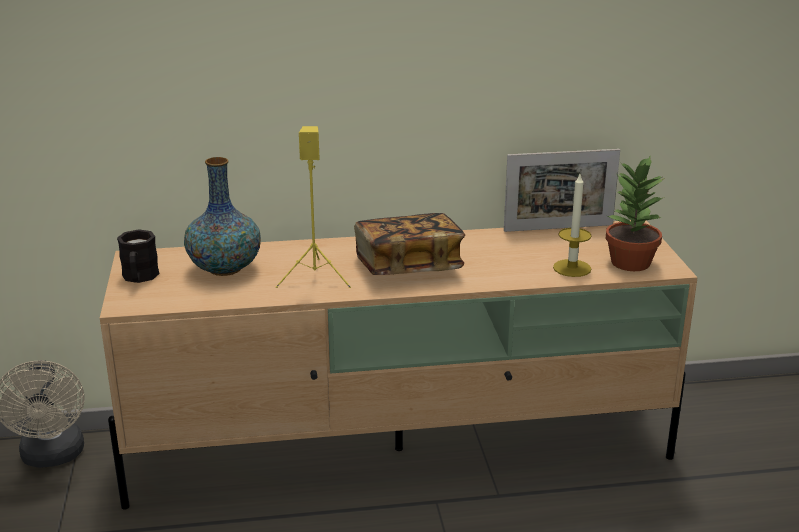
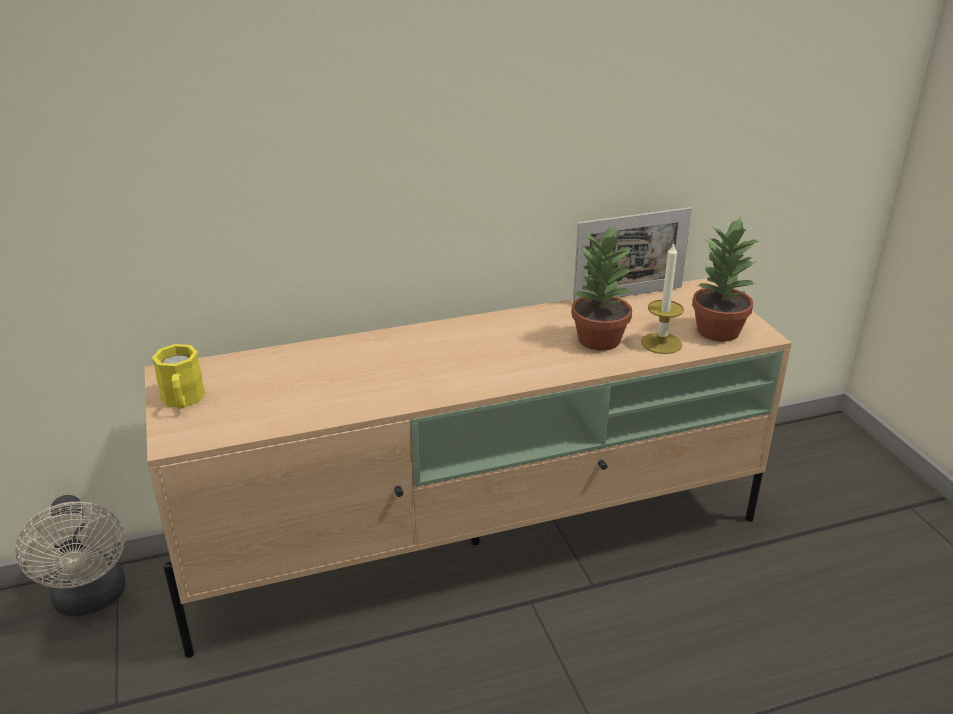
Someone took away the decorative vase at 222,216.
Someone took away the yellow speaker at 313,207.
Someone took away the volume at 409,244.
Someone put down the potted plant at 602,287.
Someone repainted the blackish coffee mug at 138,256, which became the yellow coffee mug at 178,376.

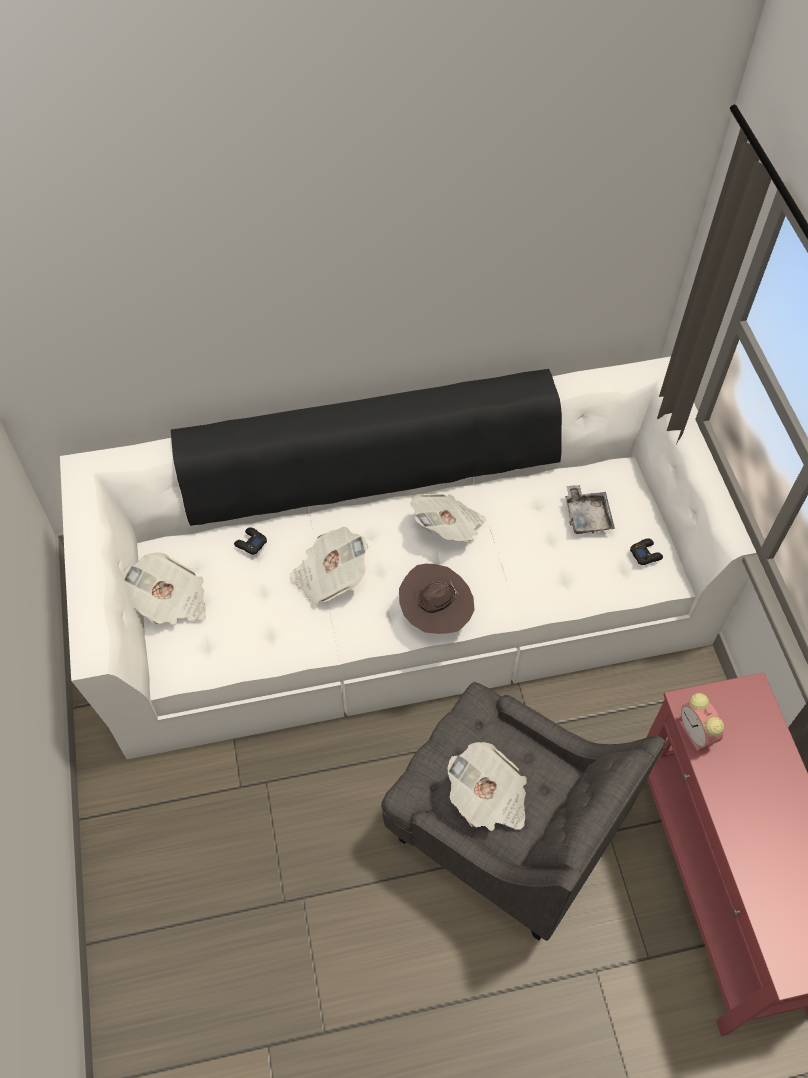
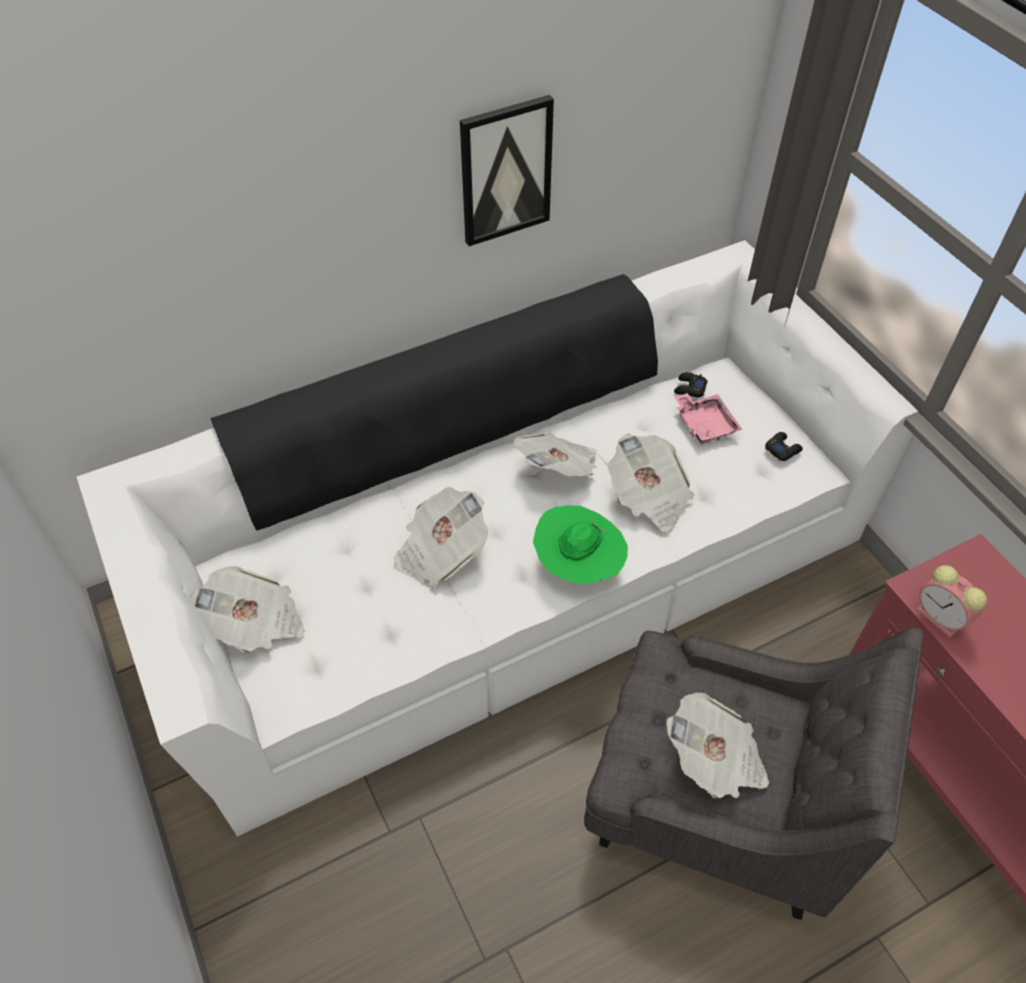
Someone put up the wall art at 507,170.
Someone put down the daily paper at 651,483.
Someone carried the blackish joypad from 250,541 to 691,384.
Someone repainted the brownish wearable hat at 437,599, which became the green wearable hat at 580,544.
Someone repainted the greyish serving tray at 590,509, which became the pink serving tray at 708,419.

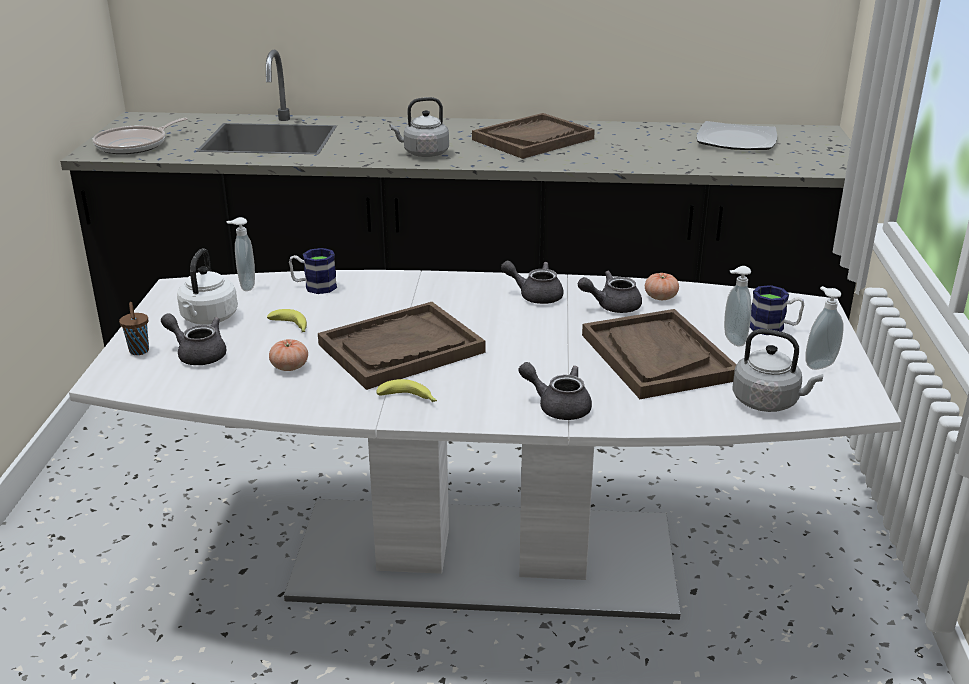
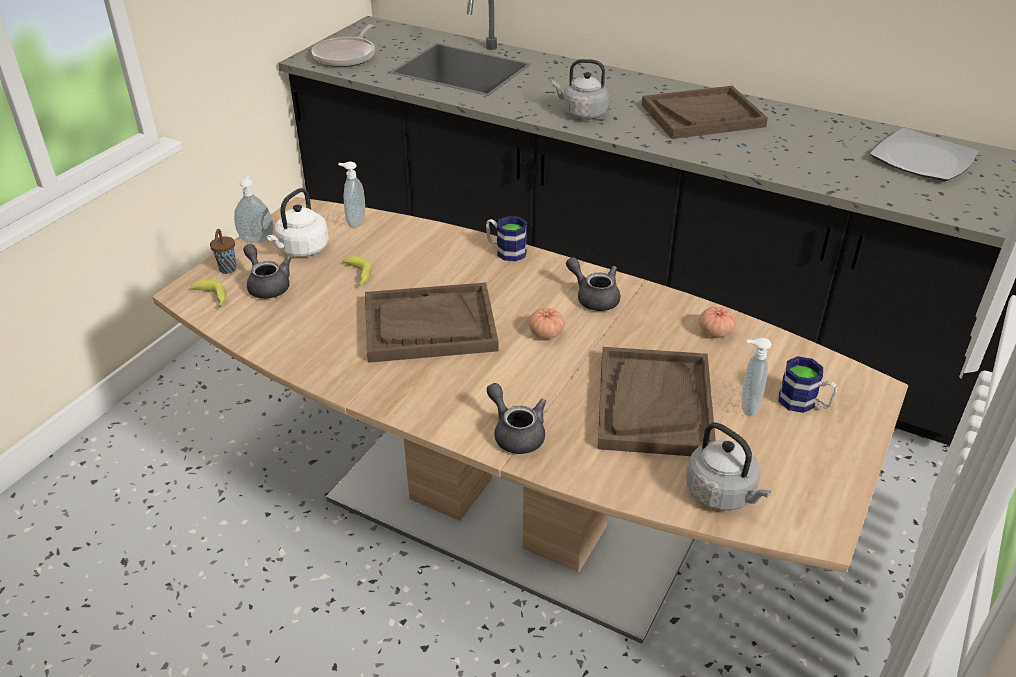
Someone took away the greyish teapot at 610,292.
Someone carried the whole tomato from 288,355 to 547,323.
Someone carried the coffee mug from 313,271 to 506,238.
Someone carried the whole banana from 406,390 to 208,293.
Someone carried the soap dispenser from 824,328 to 254,209.
Someone repainted the whitish dining table at 485,445, which became the brownish dining table at 530,420.
Someone rotated the skillet at 140,136 by 45 degrees counterclockwise.

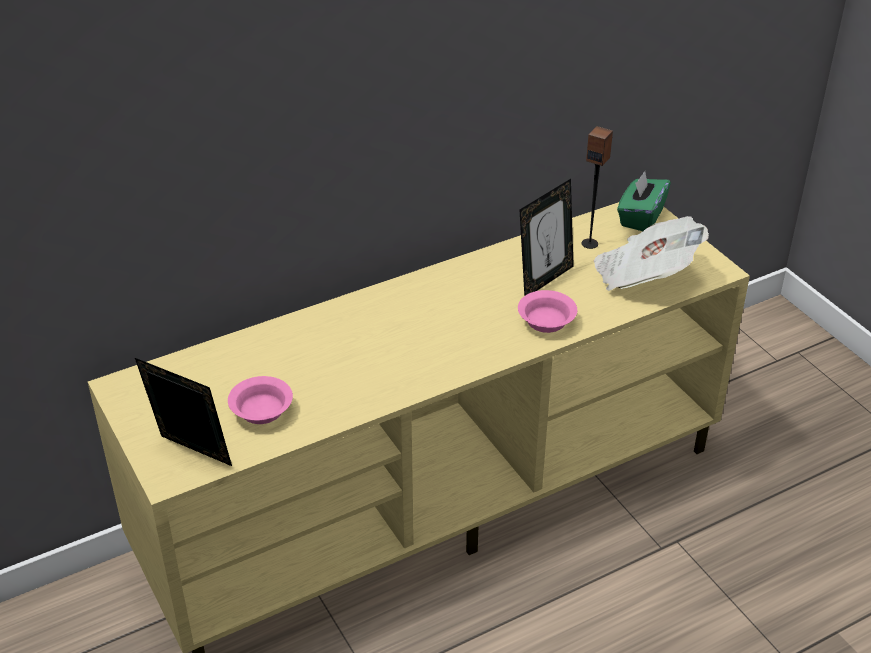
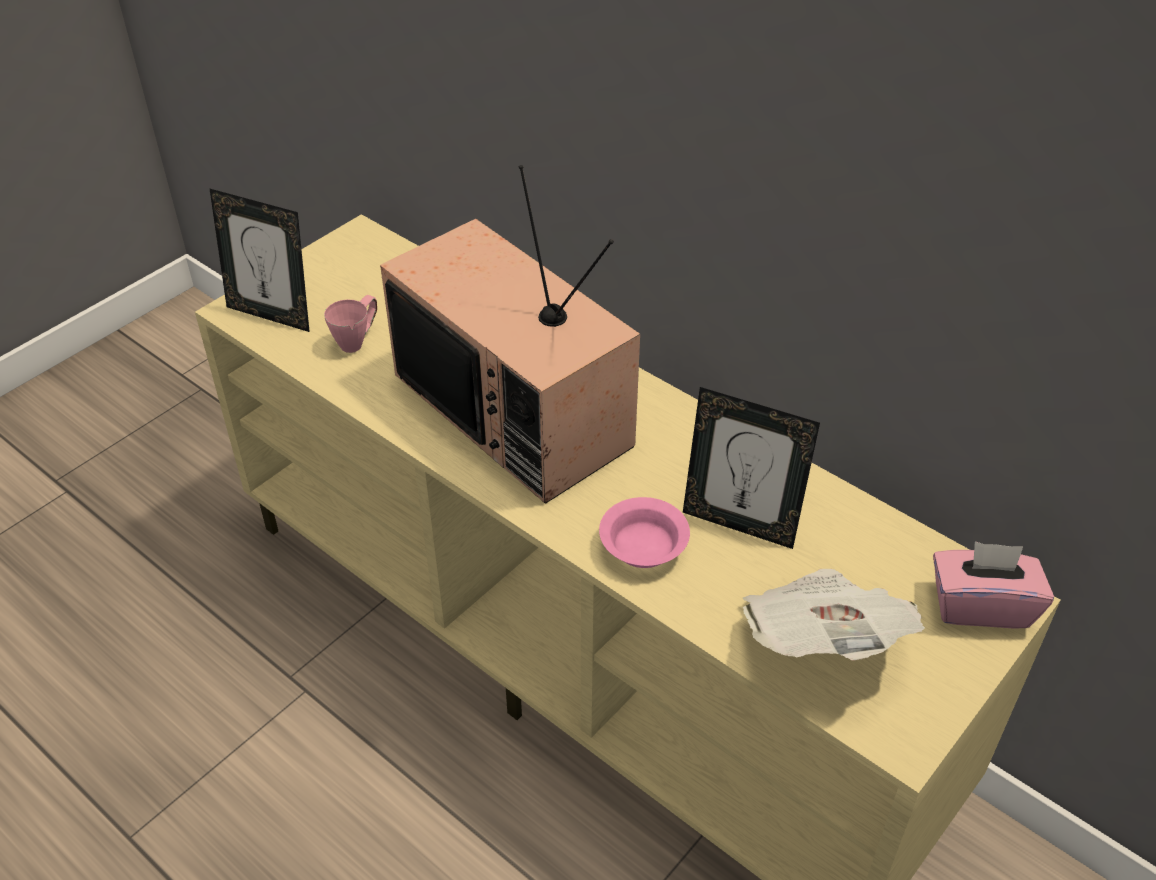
Someone took away the speaker at 597,187.
Someone put down the television at 510,334.
Someone swapped the pink serving bowl at 260,400 for the pink coffee mug at 350,324.
Someone repainted the green tissue box at 644,201, which became the pink tissue box at 993,585.
Someone rotated the picture frame at 183,412 by 105 degrees clockwise.

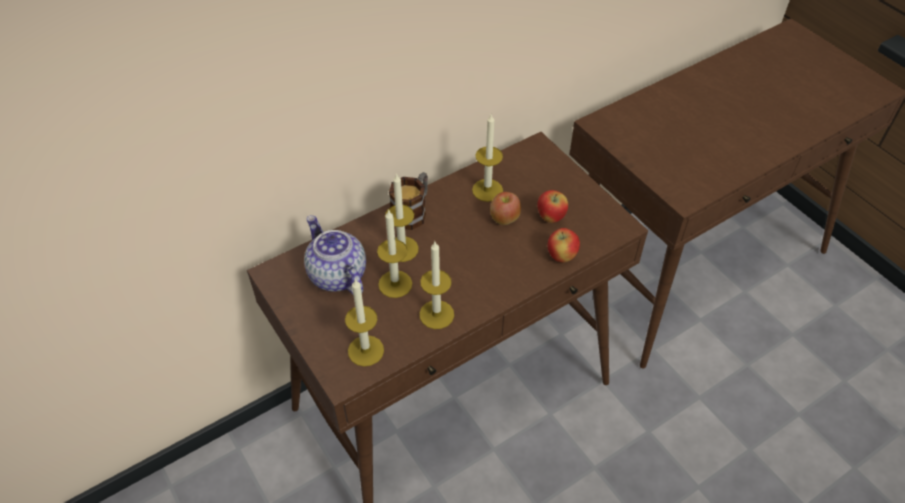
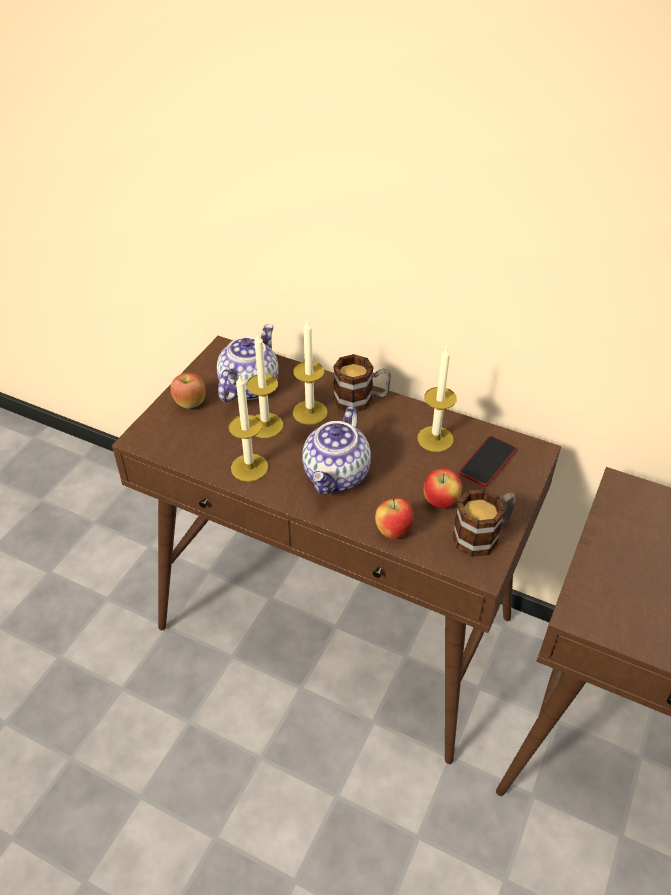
Someone took away the wax light at 364,323.
Someone put down the teapot at 336,450.
Someone put down the coffee mug at 484,523.
Someone put down the phone at 487,461.
Someone carried the whole apple from 505,208 to 188,391.

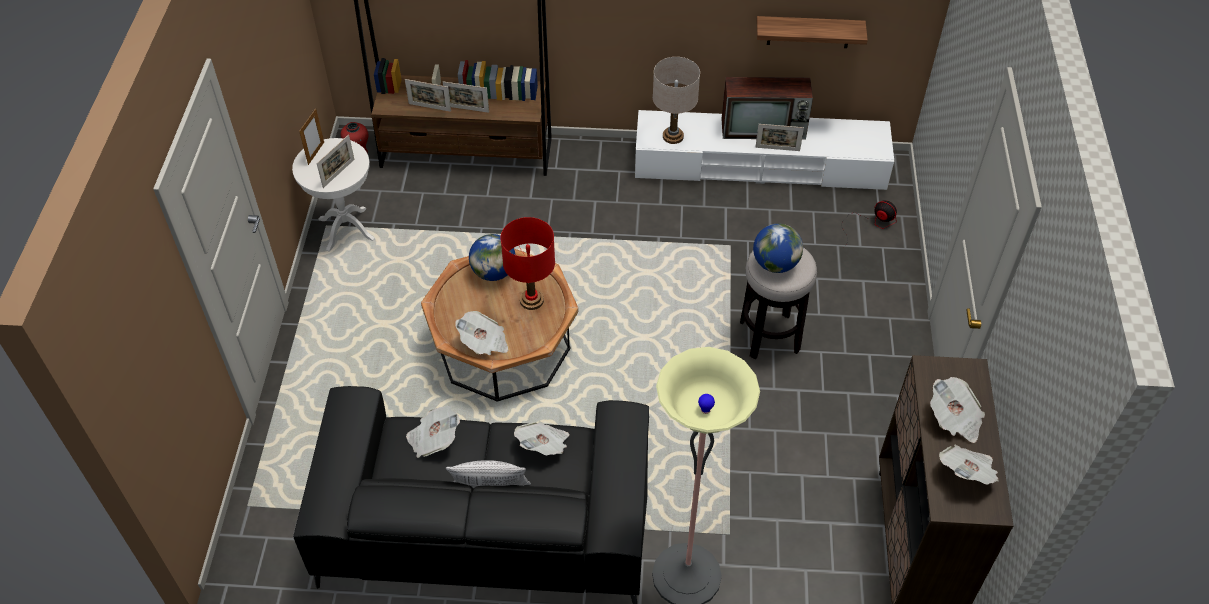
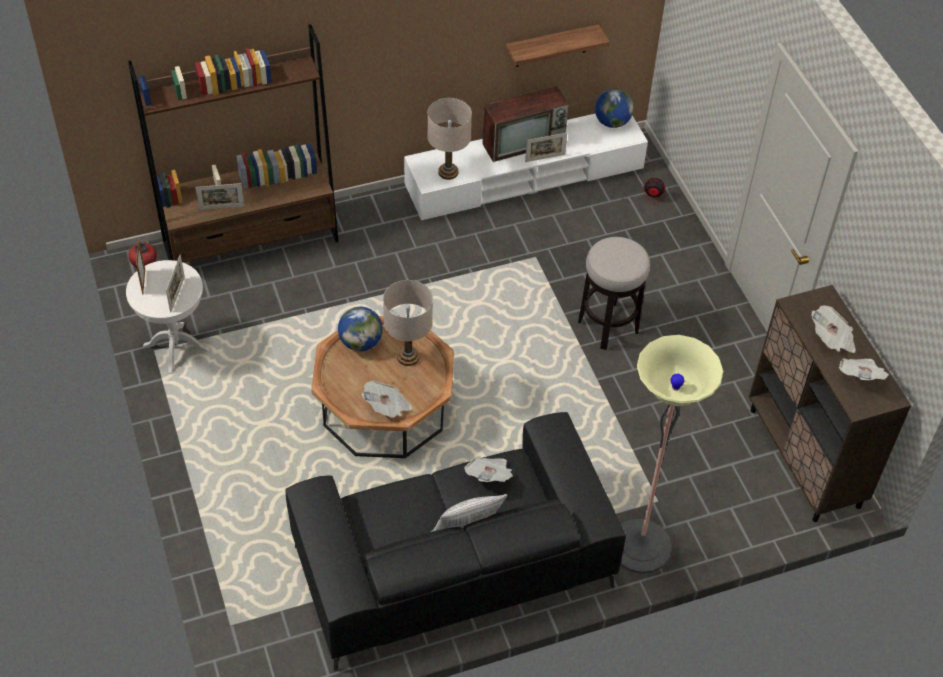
Someone took away the daily paper at 433,432.
Someone took away the picture frame at 466,97.
Someone carried the globe from 778,248 to 614,108.
Someone repainted the red-coloured table lamp at 527,263, which became the beige table lamp at 408,323.

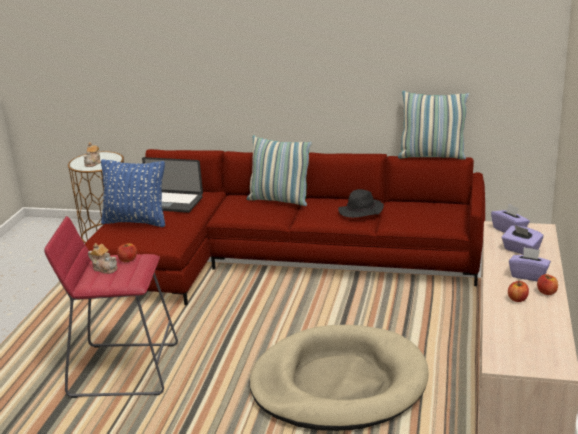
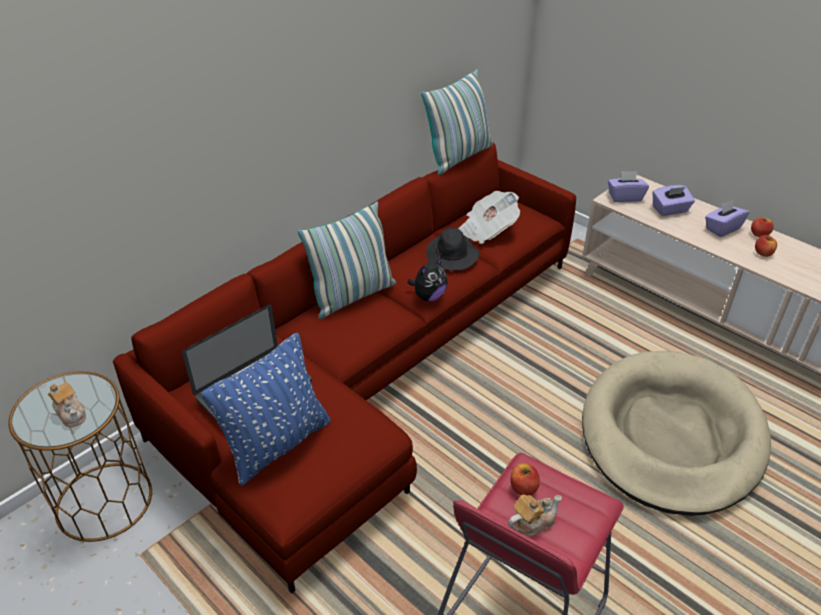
Someone put down the cuddly toy at 427,279.
Someone put down the daily paper at 489,217.

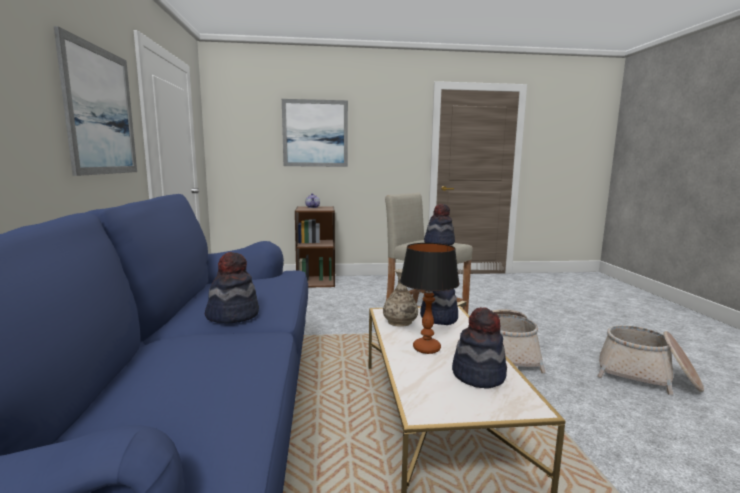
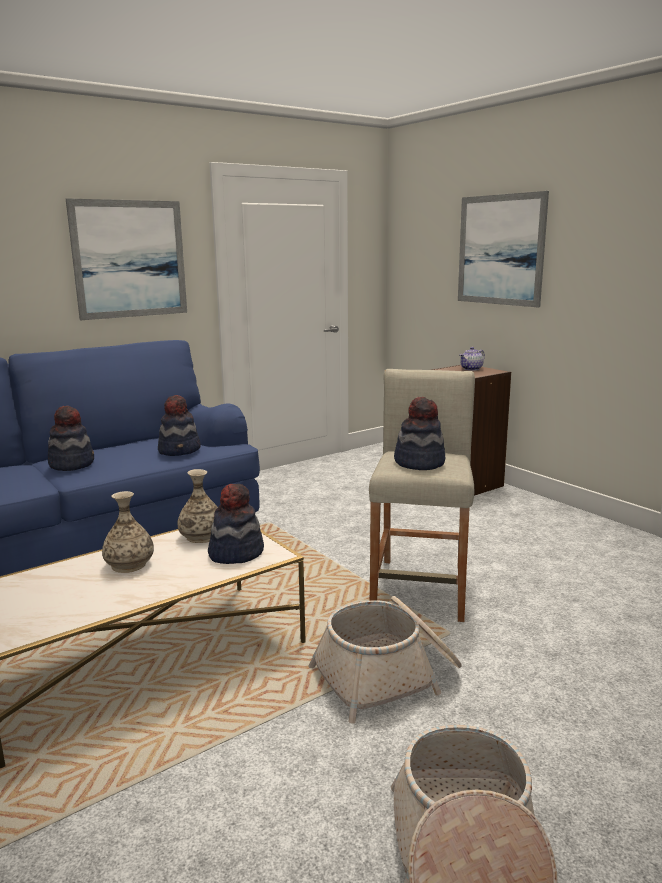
Someone carried the wearable hat from 479,347 to 179,425.
Someone swapped the table lamp at 430,298 for the decorative vase at 128,532.

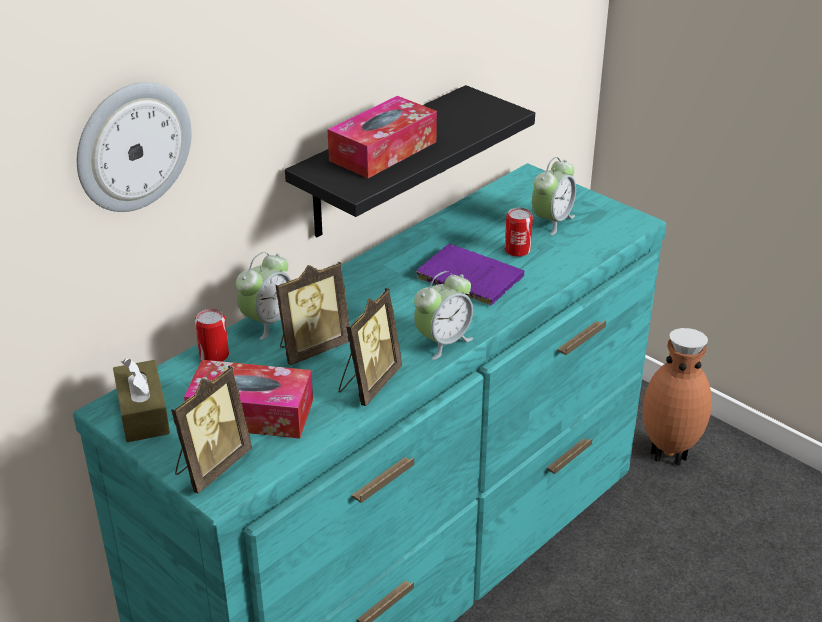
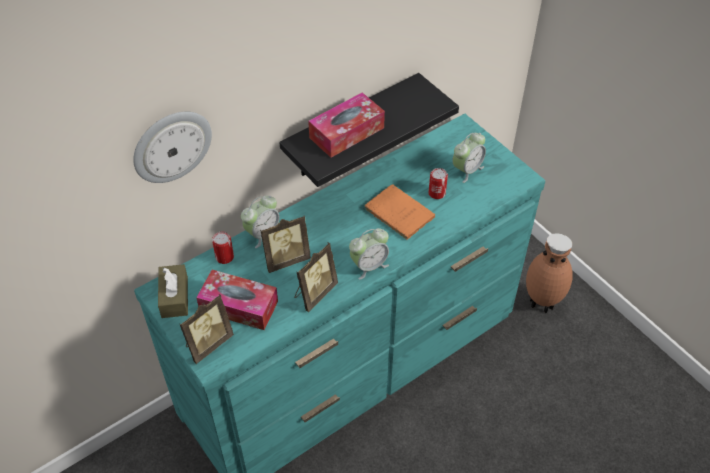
Someone repainted the purple volume at 469,275, which became the orangey volume at 399,212.

